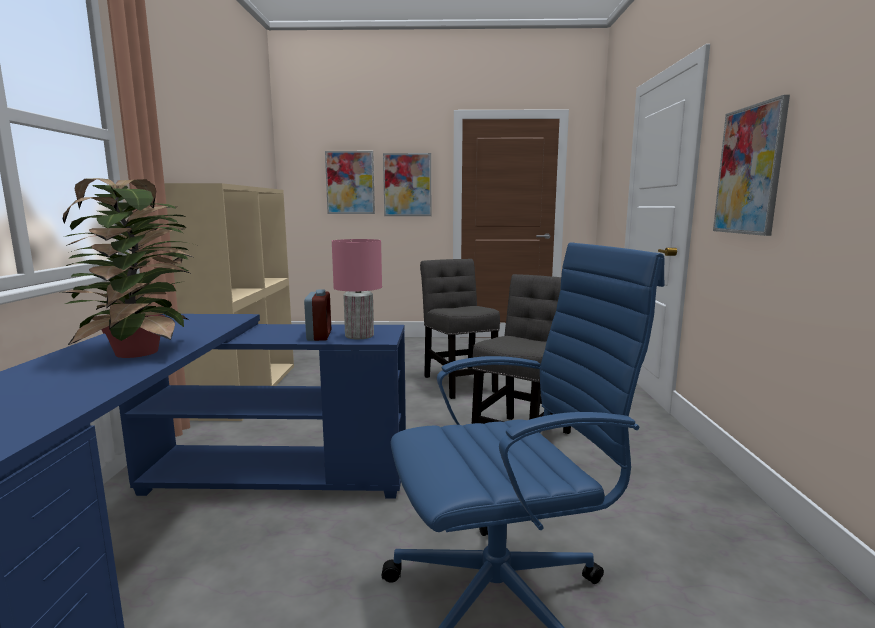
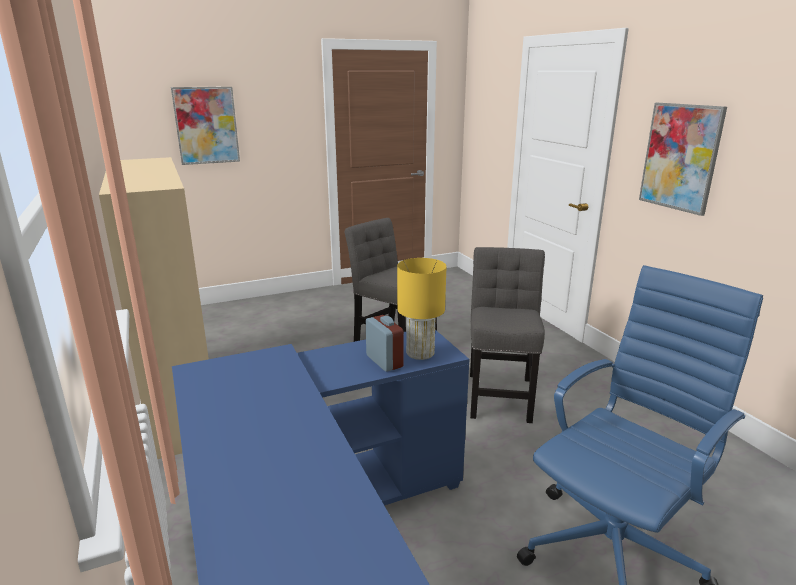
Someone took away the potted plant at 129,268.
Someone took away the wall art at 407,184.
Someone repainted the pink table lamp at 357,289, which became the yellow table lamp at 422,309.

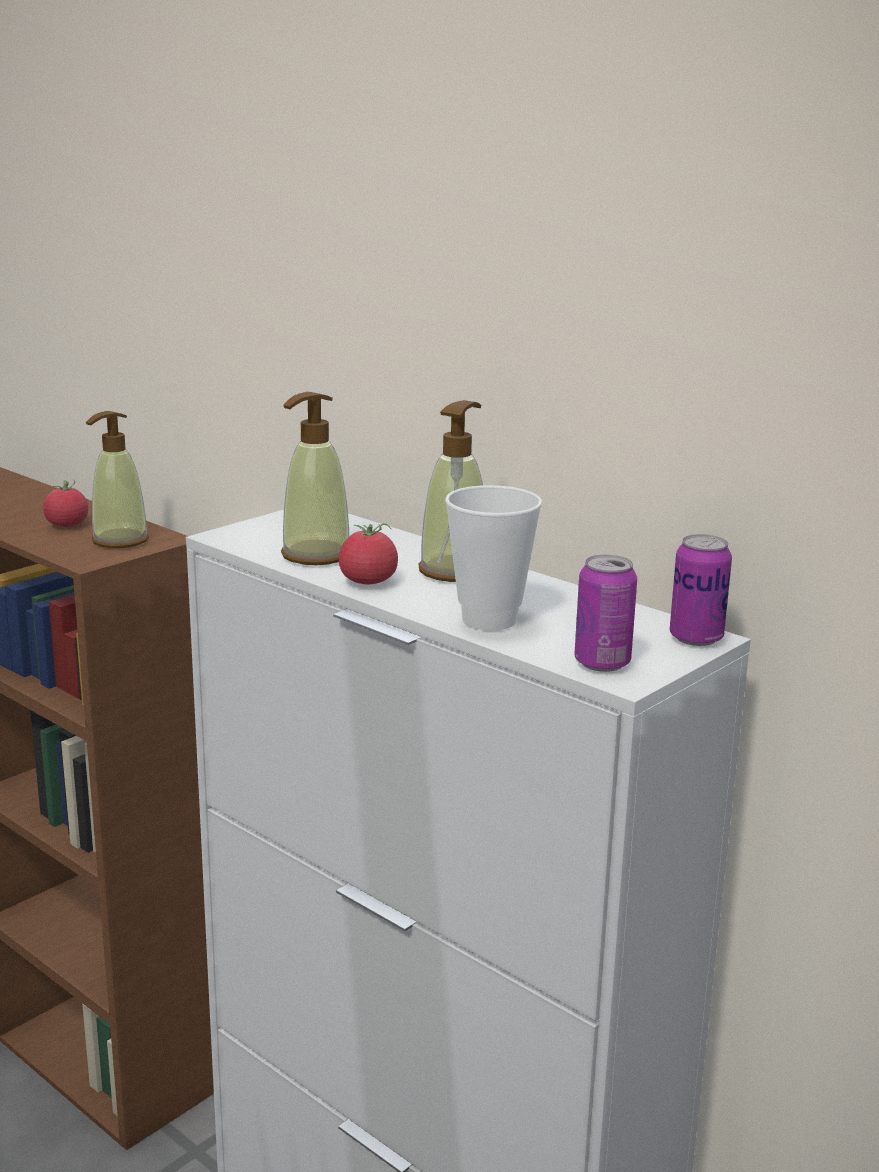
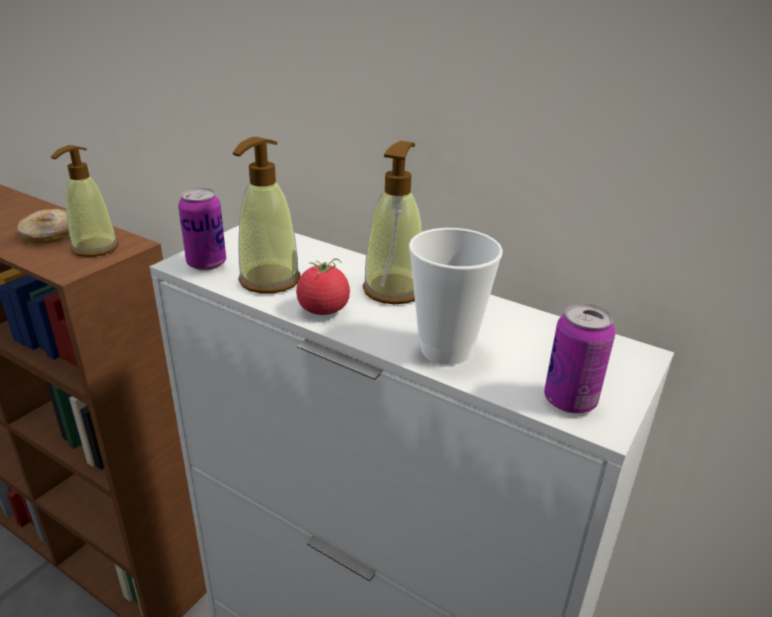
Someone carried the sealed can from 701,590 to 202,229.
Someone swapped the whole tomato at 65,503 for the doughnut at 43,226.

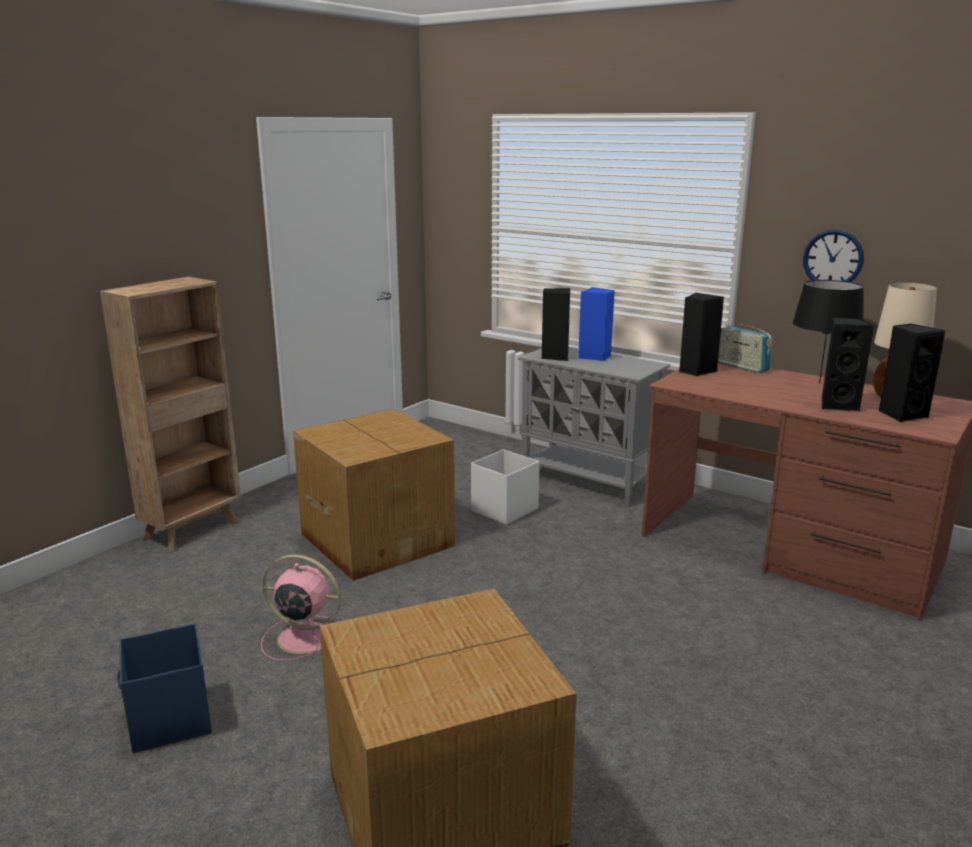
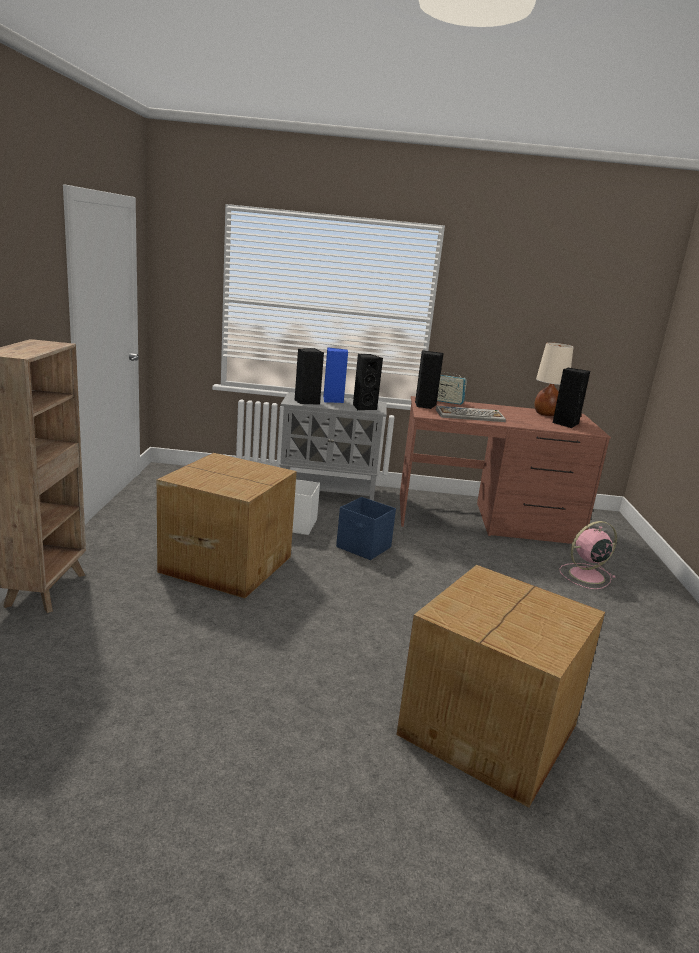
Someone took away the blackish table lamp at 828,331.
Someone took away the hanging clock at 833,255.
Someone put down the computer keyboard at 471,414.
Someone carried the bluish storage box from 164,688 to 366,528.
Someone carried the pink fan from 301,607 to 588,555.
Someone carried the blackish speaker from 848,364 to 368,382.

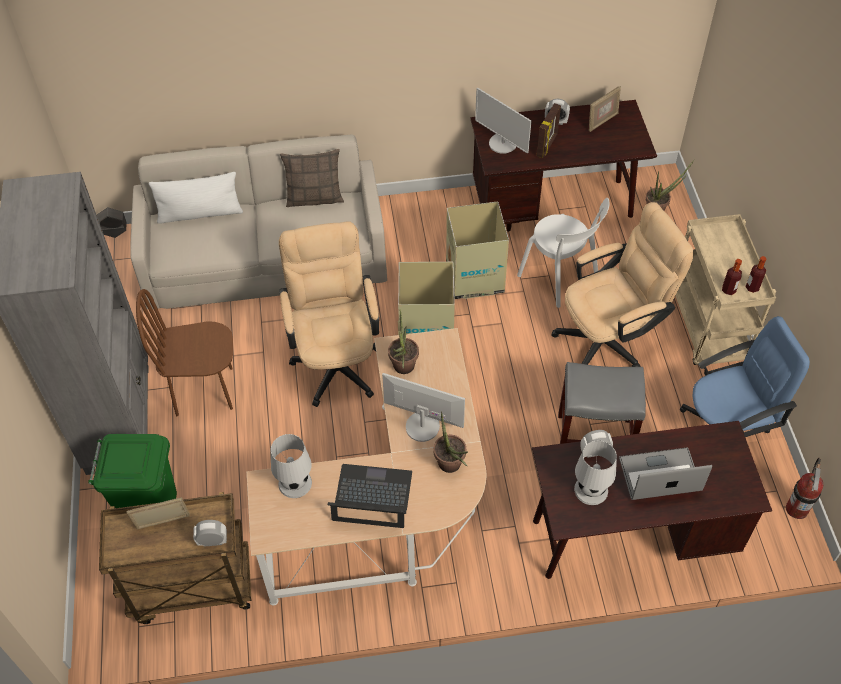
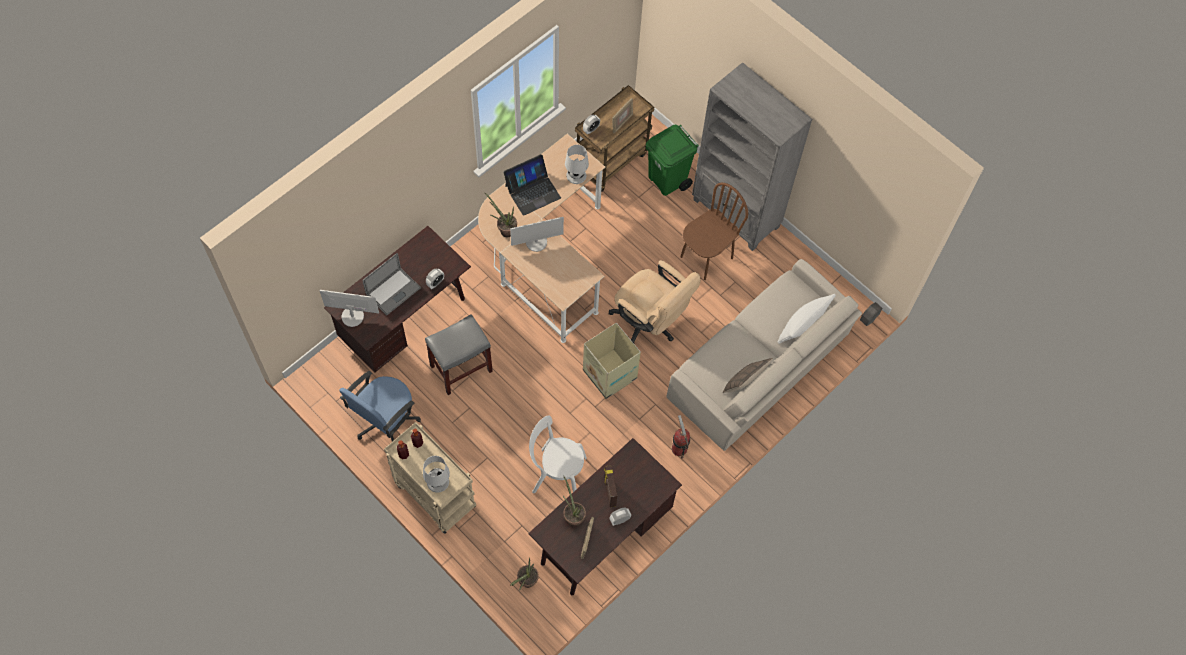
Someone took away the packing box at 477,250.
Someone took away the beige computer chair at 622,284.
Someone carried the potted plant from 403,342 to 574,501.
Someone carried the monitor from 503,120 to 349,308.
Someone carried the whitish table lamp from 595,473 to 436,474.
Someone carried the fire extinguisher from 804,488 to 681,437.

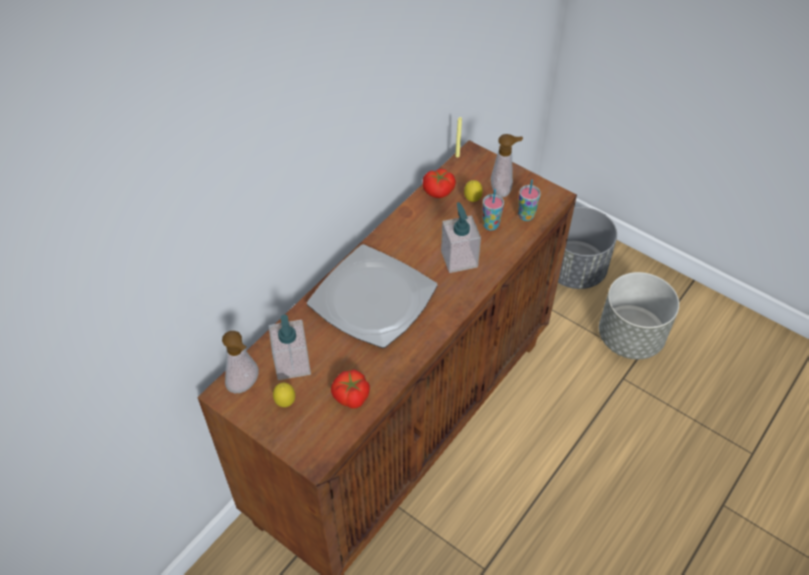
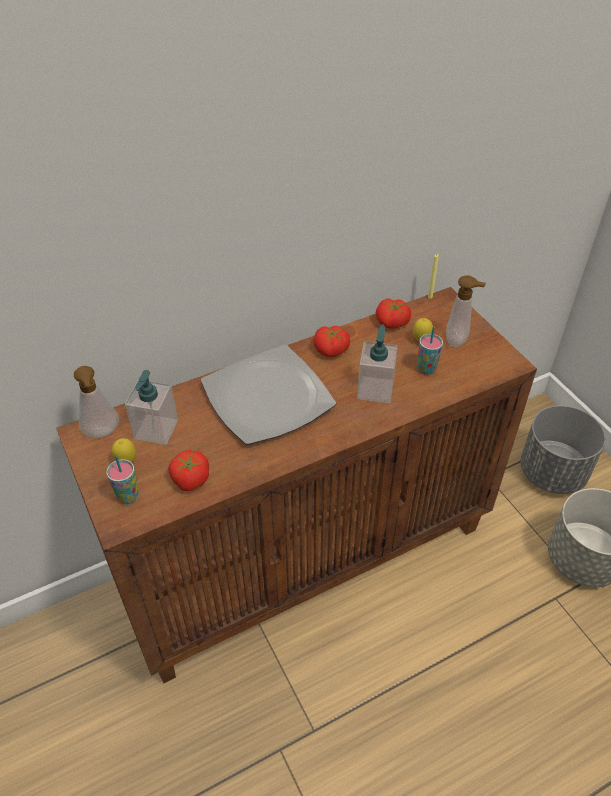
Someone put down the whole tomato at 332,341.
Someone carried the small cup from 529,200 to 122,479.

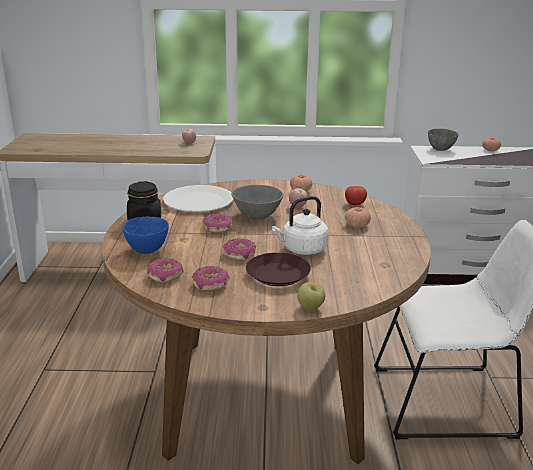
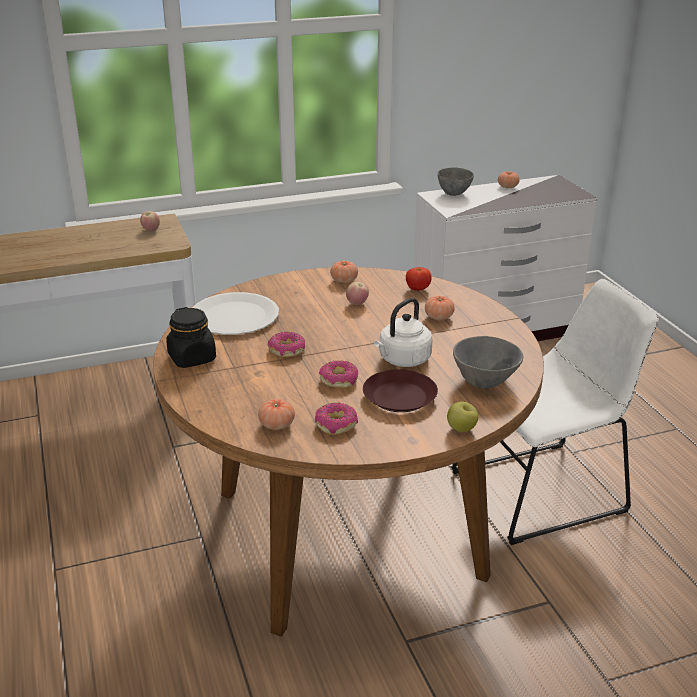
Someone took away the bluish serving bowl at 145,235.
Someone carried the greyish serving bowl from 257,202 to 488,362.
Someone swapped the doughnut at 165,270 for the whole tomato at 276,414.

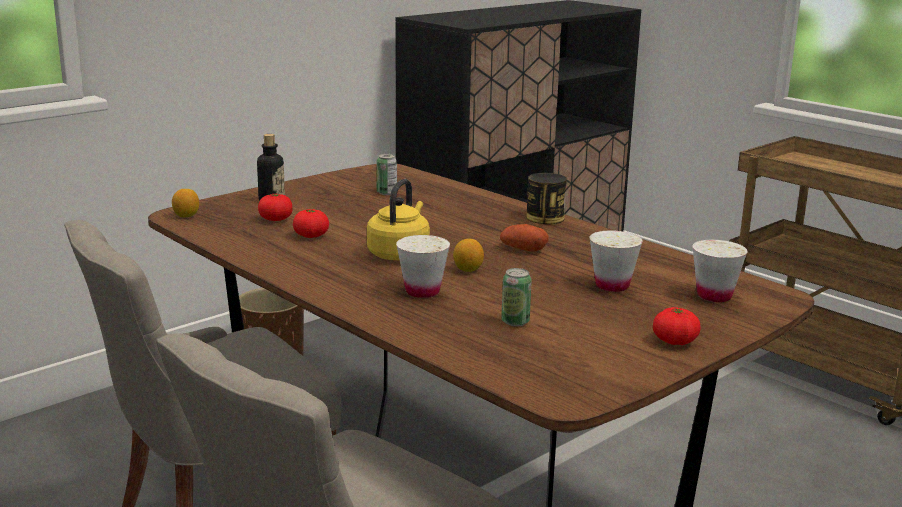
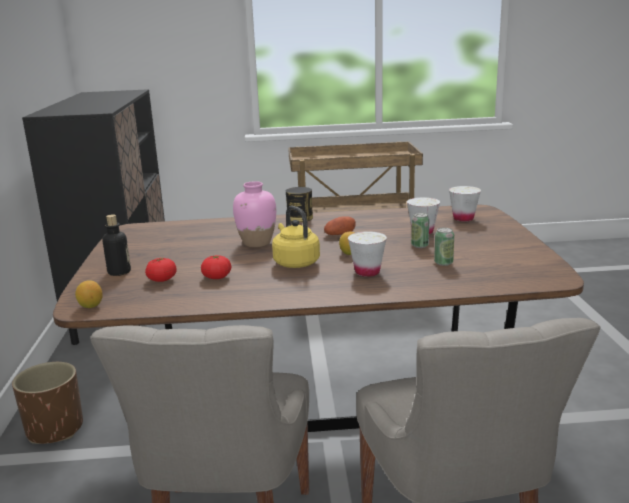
Someone took away the whole tomato at 676,326.
Someone put down the pink decorative vase at 254,214.
Someone carried the sealed can from 386,174 to 420,230.

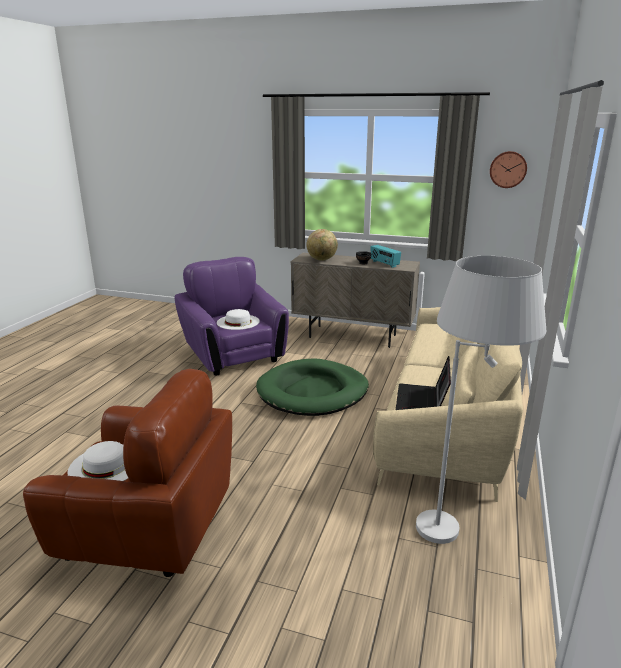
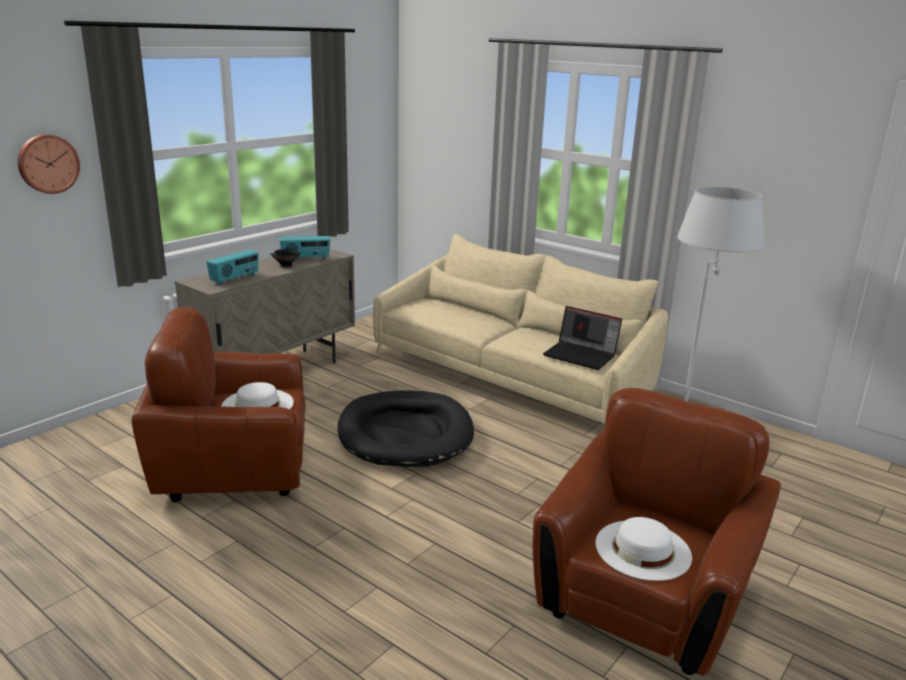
Someone carried the hanging clock from 508,169 to 49,164.
Someone swapped the globe at 322,245 for the radio at 232,267.
Someone repainted the purple lounge chair at 231,316, which became the brownish lounge chair at 219,404.
Someone repainted the green pet bed at 312,387, which became the blackish pet bed at 406,428.

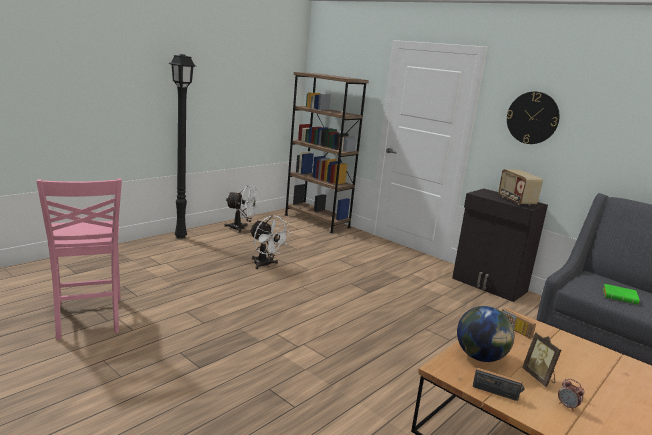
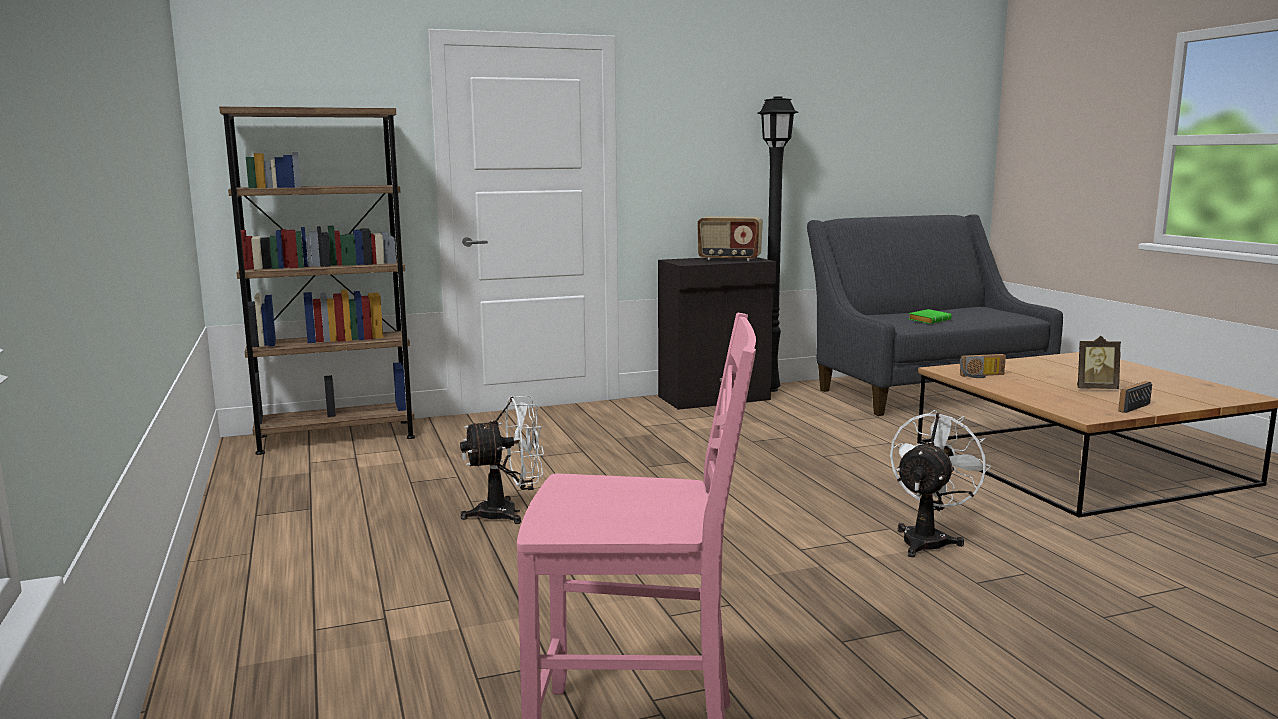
Someone took away the globe at 485,334.
Someone took away the hanging clock at 533,118.
Someone took away the bedside clock at 571,395.
Someone carried the blackish floor lamp from 182,146 to 778,244.
Someone carried the whitish fan from 241,209 to 940,483.

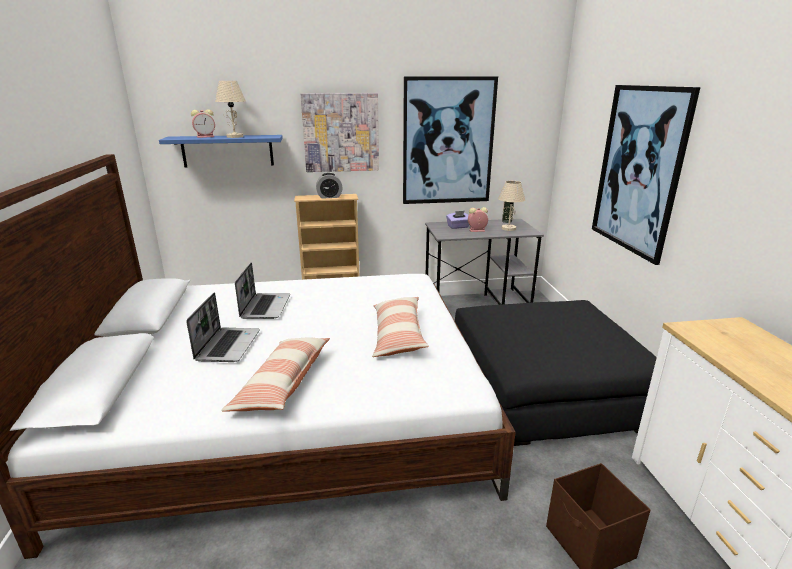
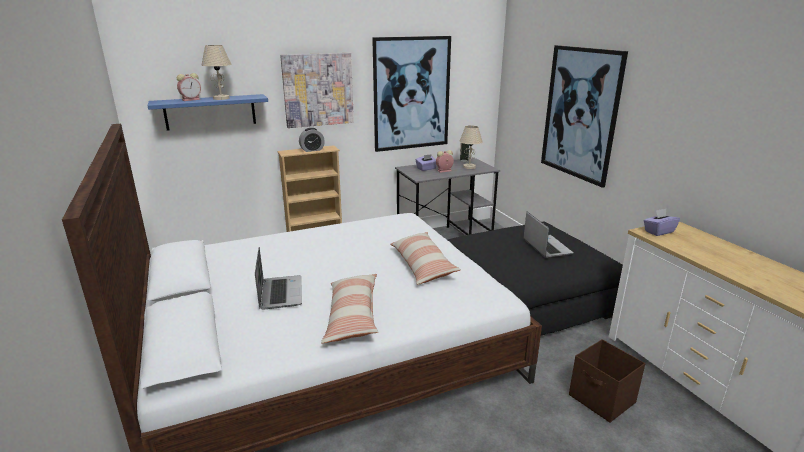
Someone put down the purple tissue box at 662,222.
Someone carried the laptop from 262,290 to 549,235.

